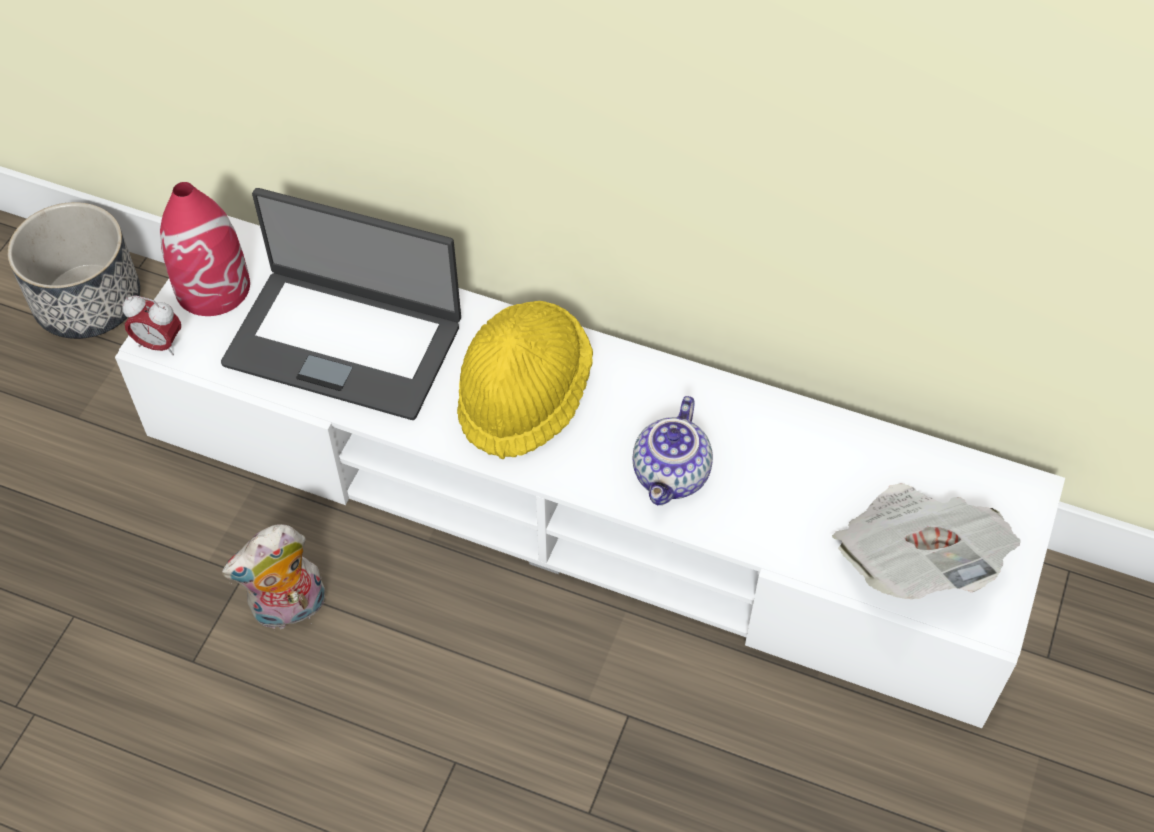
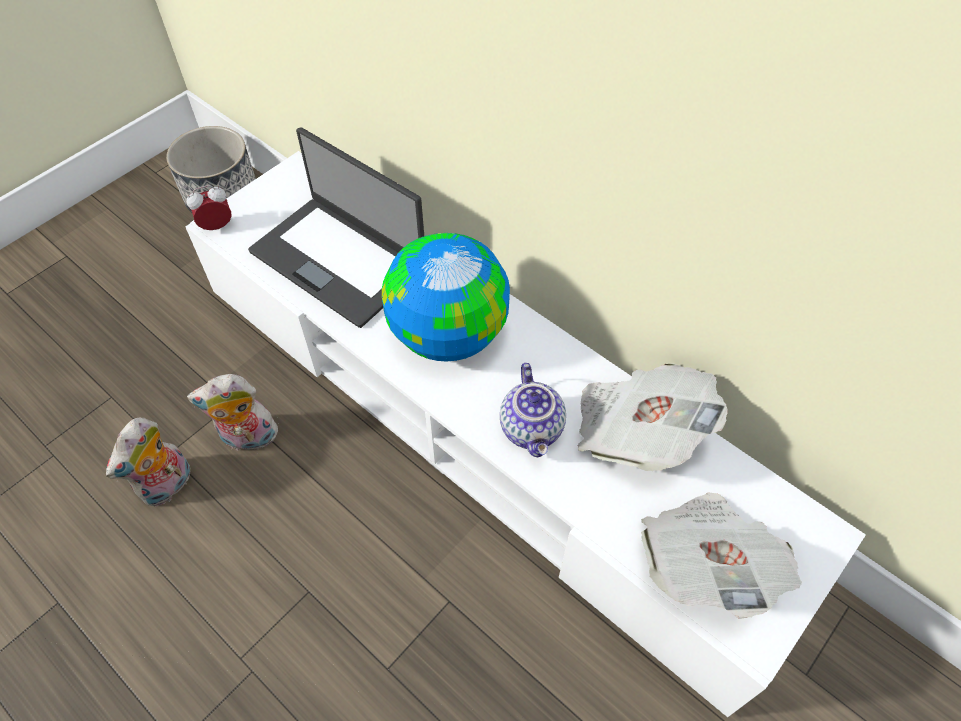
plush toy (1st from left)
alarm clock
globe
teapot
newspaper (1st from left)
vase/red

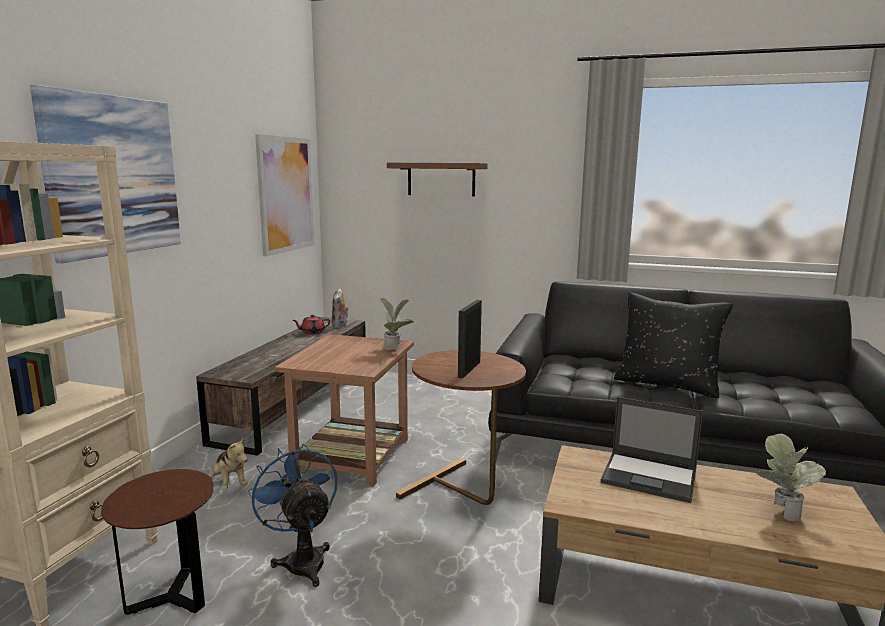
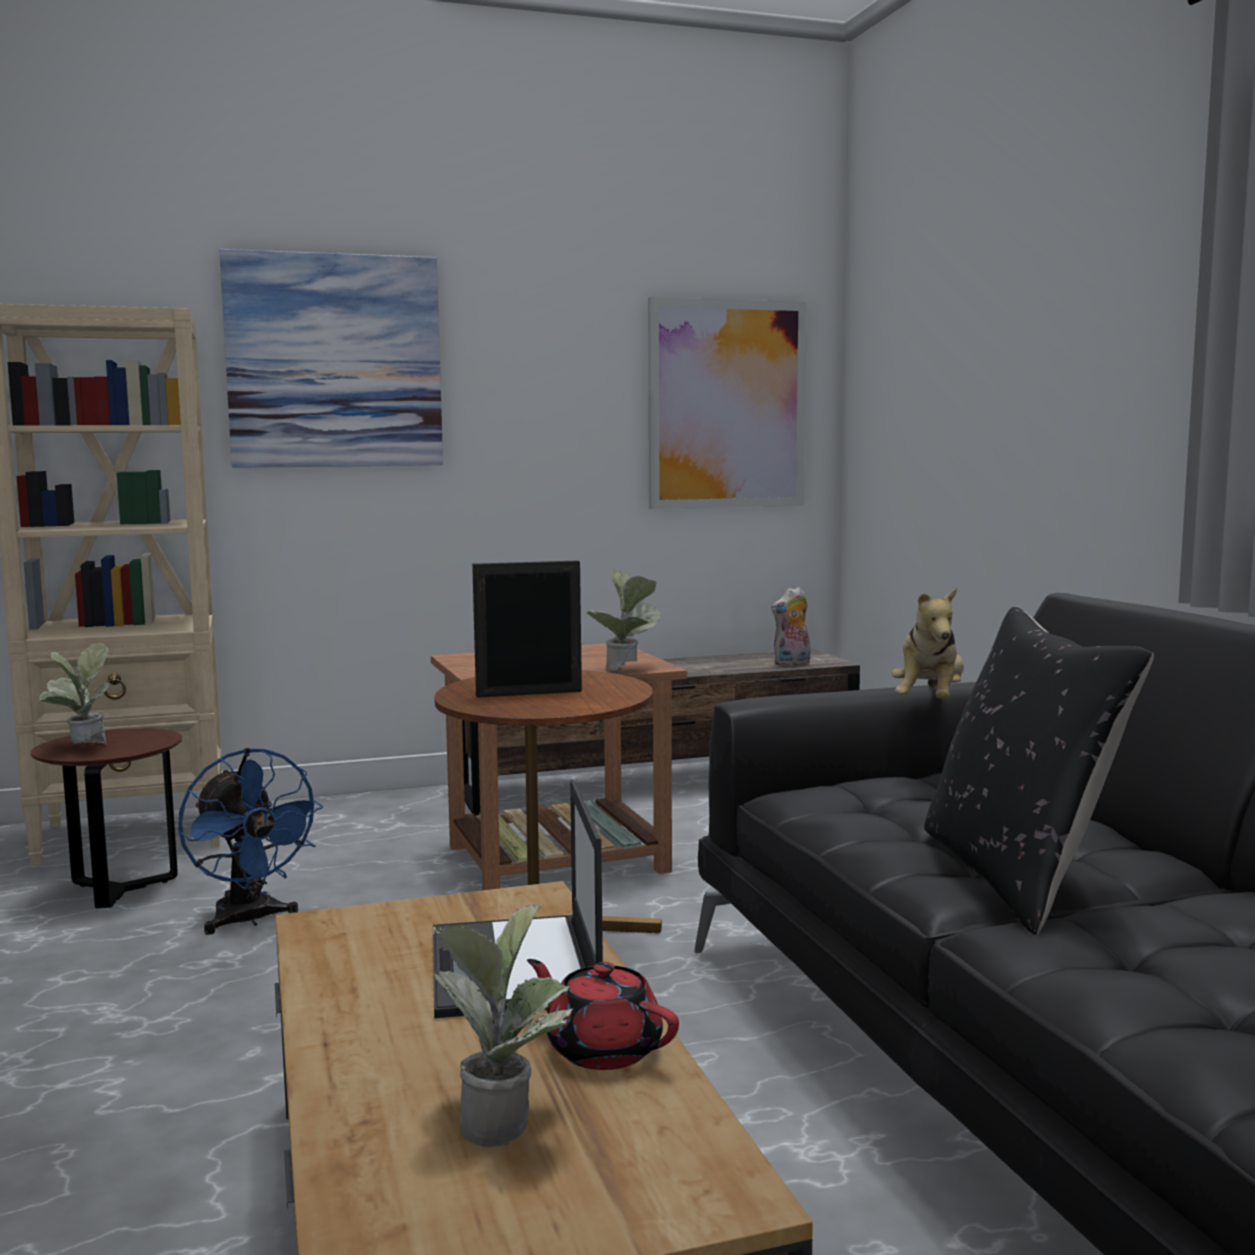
potted plant (1st from left)
fan/blue
teapot/red
plush toy (2nd from left)
shelf/brown

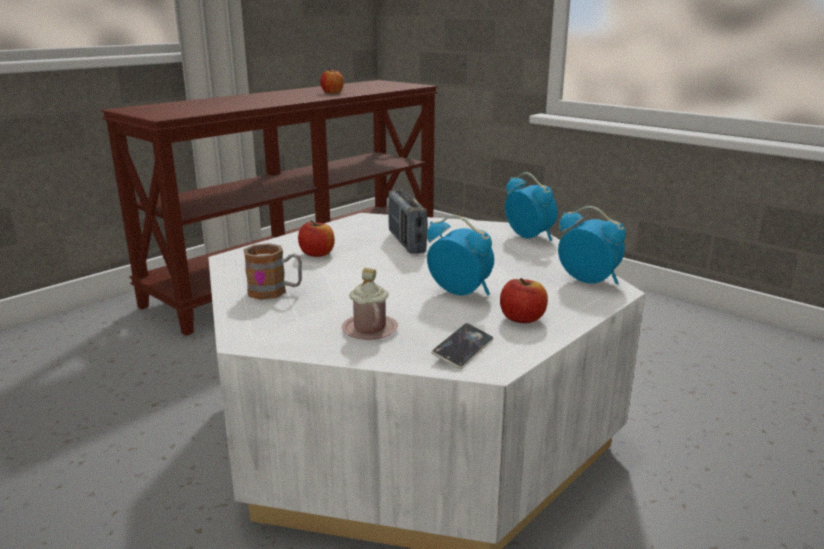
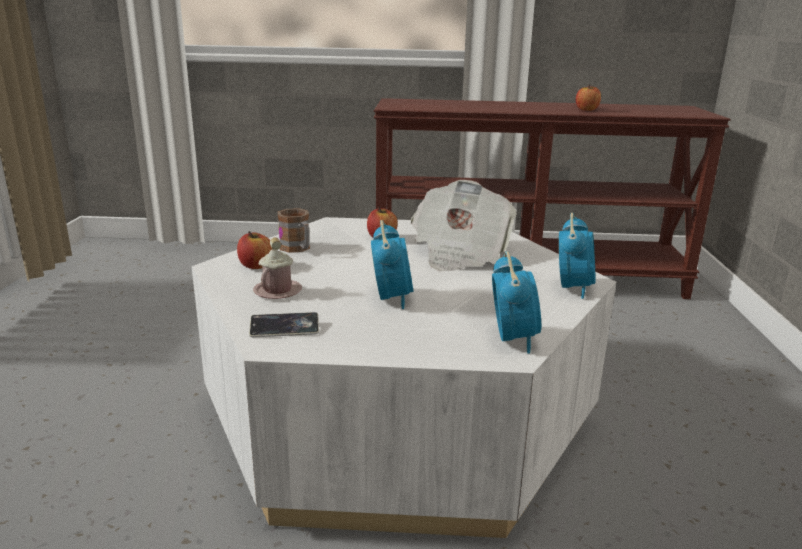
apple (1st from left)
newspaper

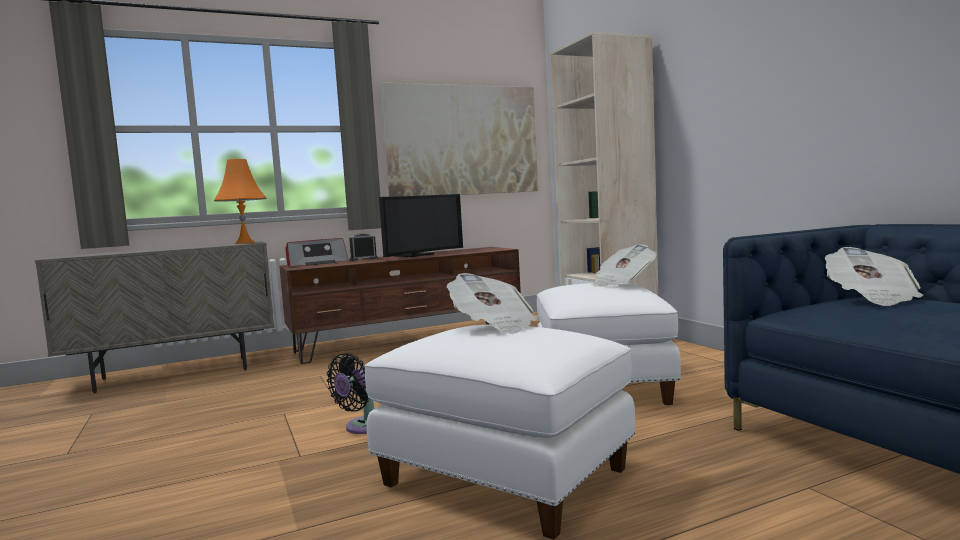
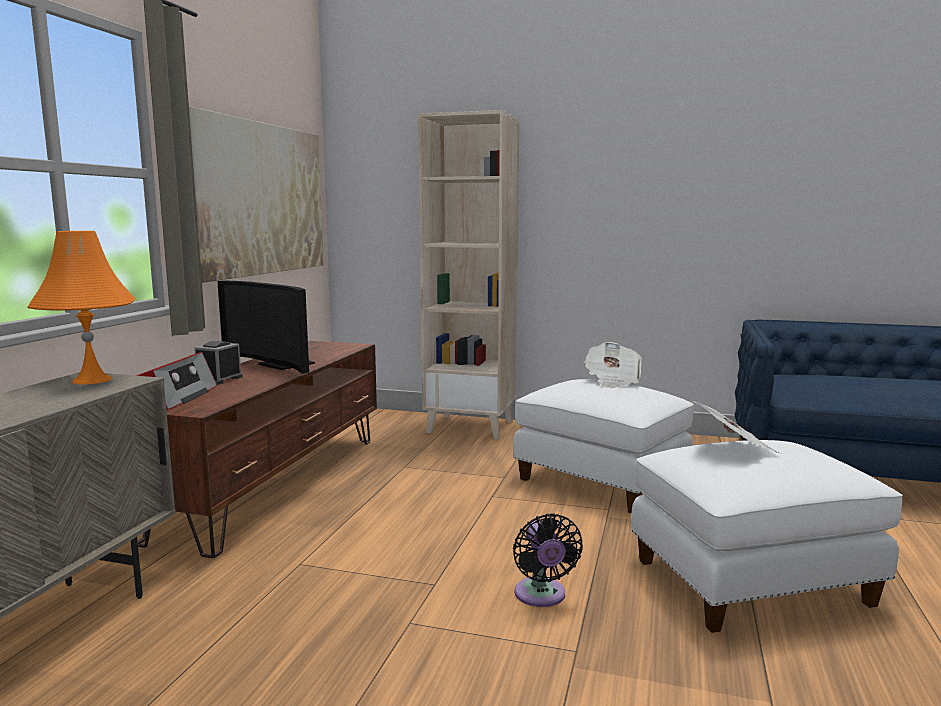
television
newspaper (3rd from left in the first image)

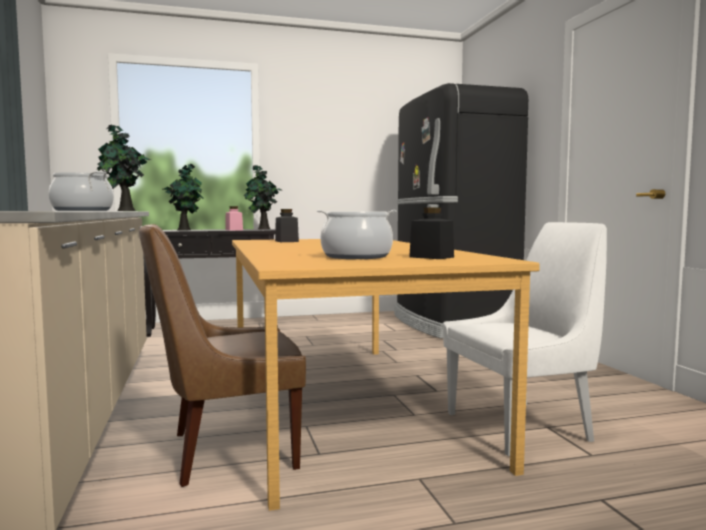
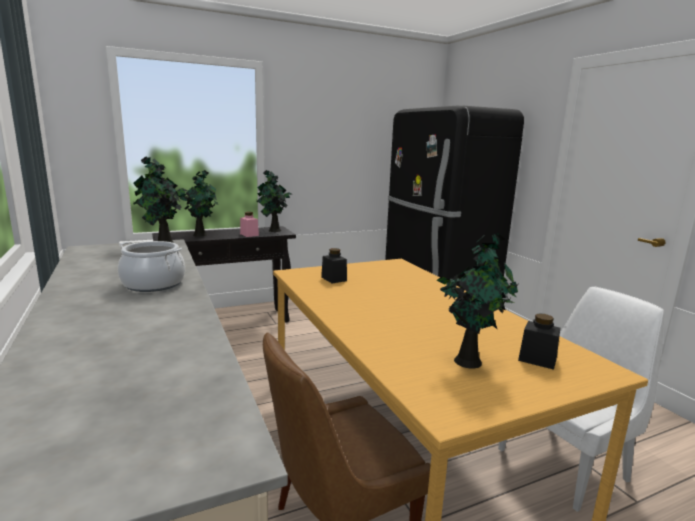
potted plant (4th from left)

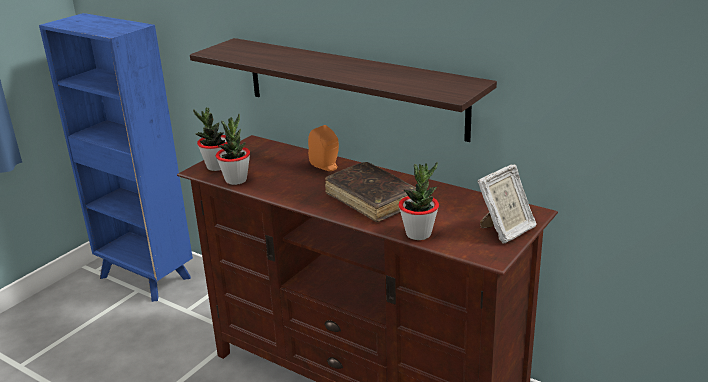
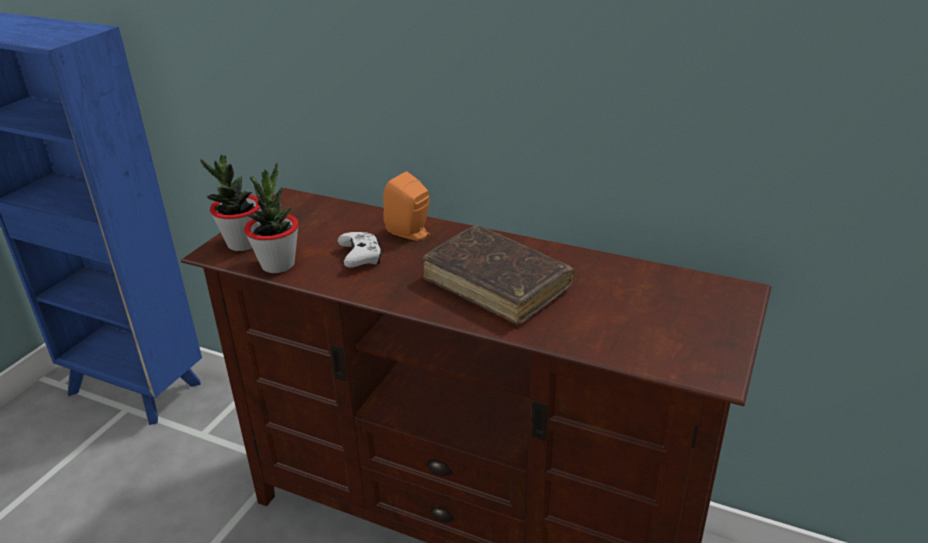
game controller/white
shelf
potted plant (3rd from left in the first image)
picture frame

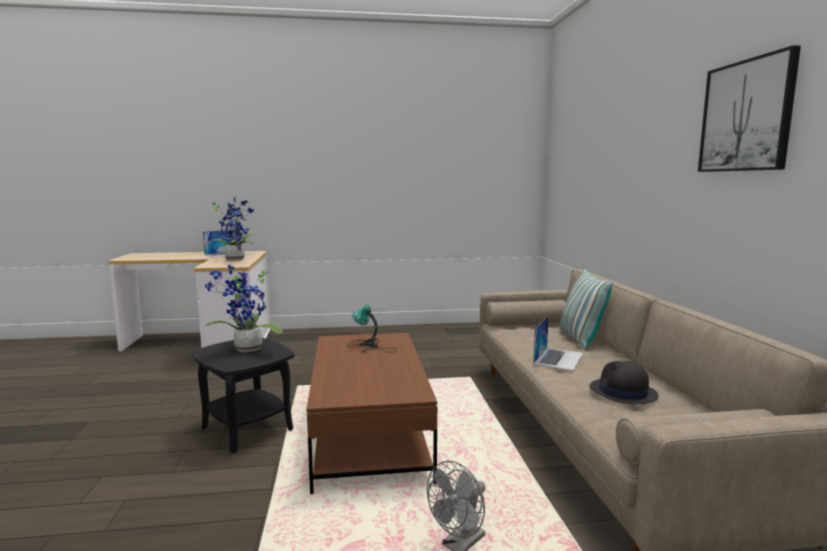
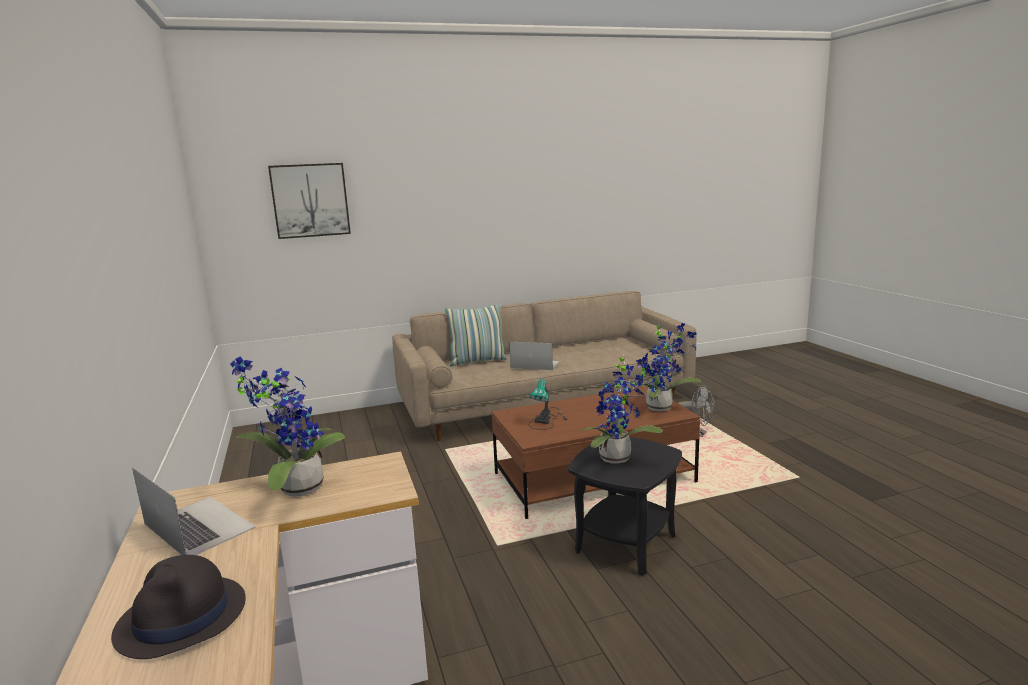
hat/black
picture
potted plant (3rd from left)

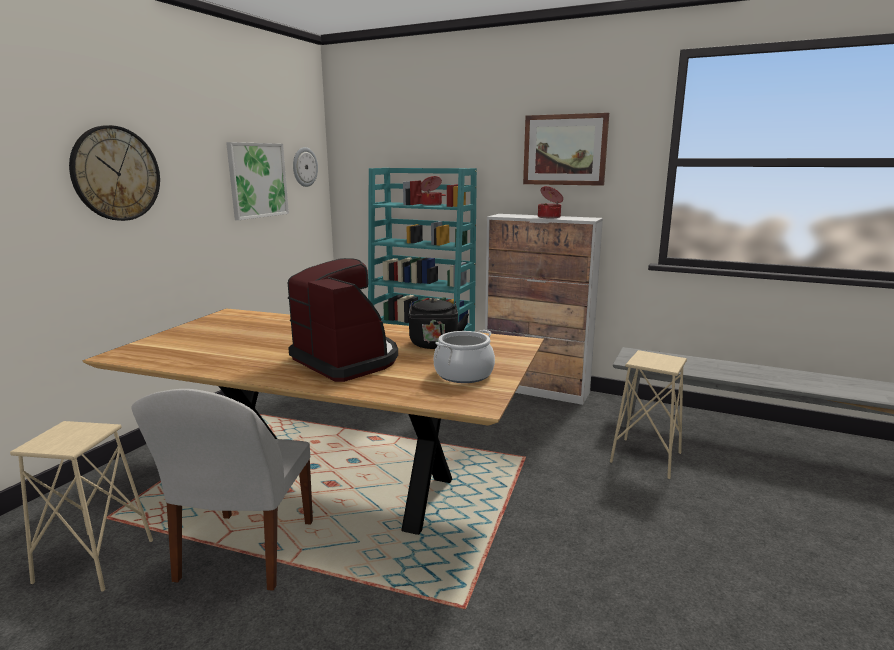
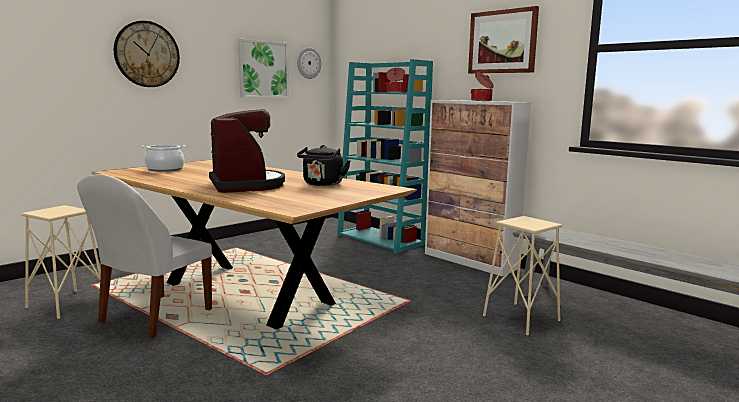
cooking pot (1st from left)

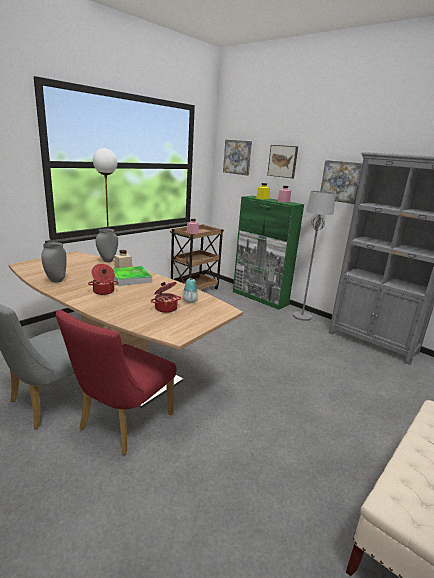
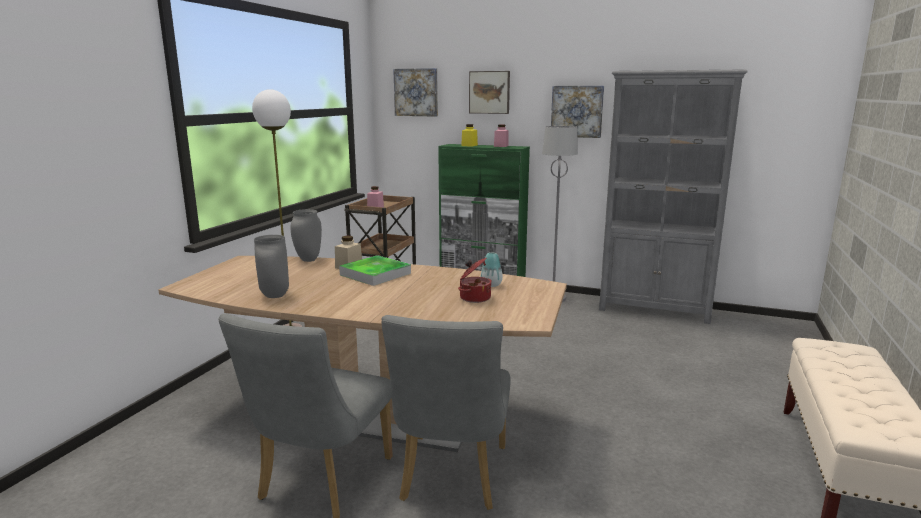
chair/grey (2nd from left)
cooking pot (1st from left in the first image)

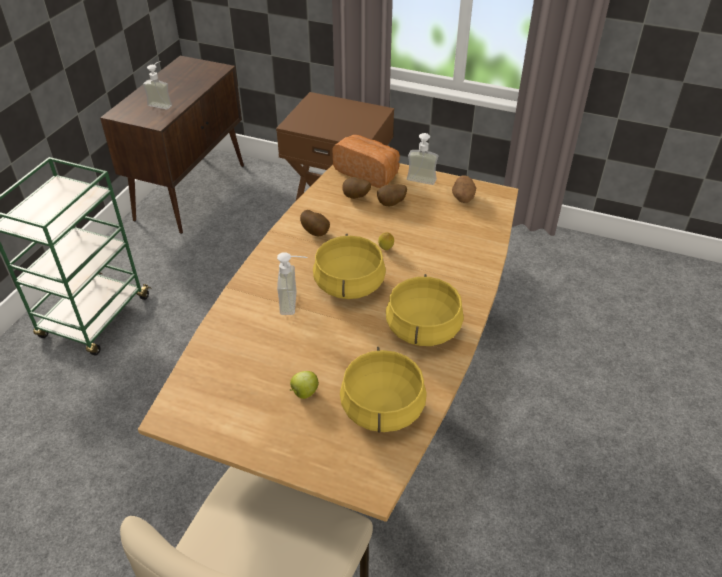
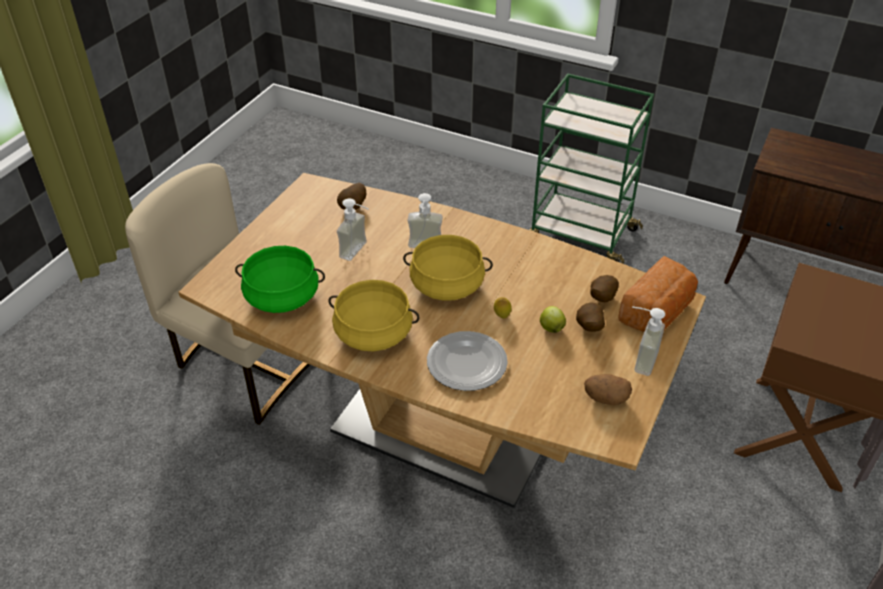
cooking pot/green
potato (1st from left)
soap dispenser (1st from left)
plate
apple

